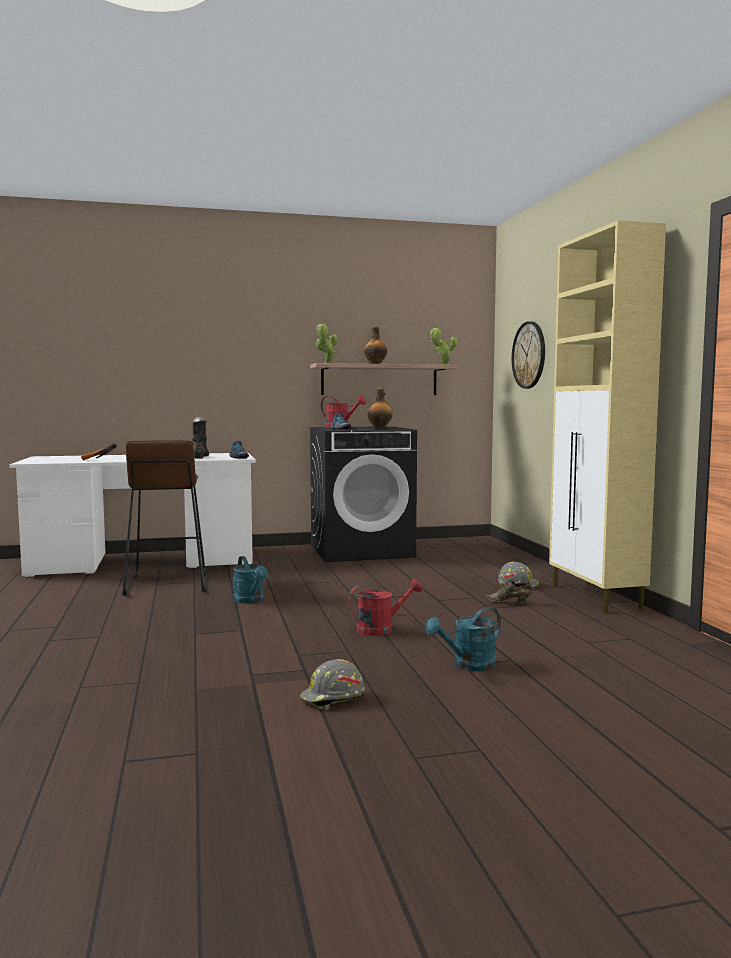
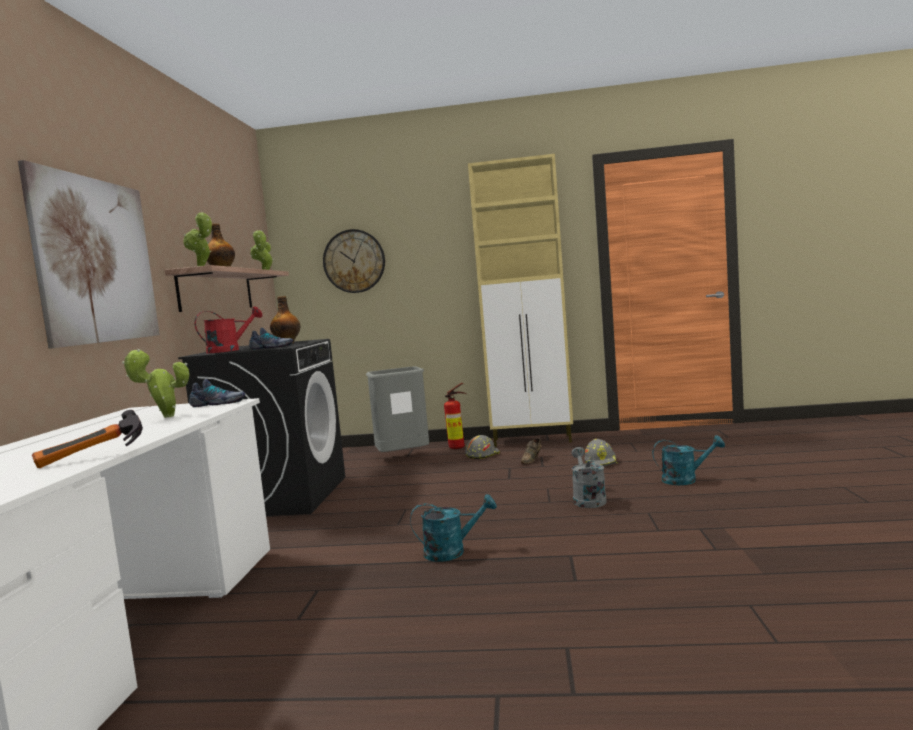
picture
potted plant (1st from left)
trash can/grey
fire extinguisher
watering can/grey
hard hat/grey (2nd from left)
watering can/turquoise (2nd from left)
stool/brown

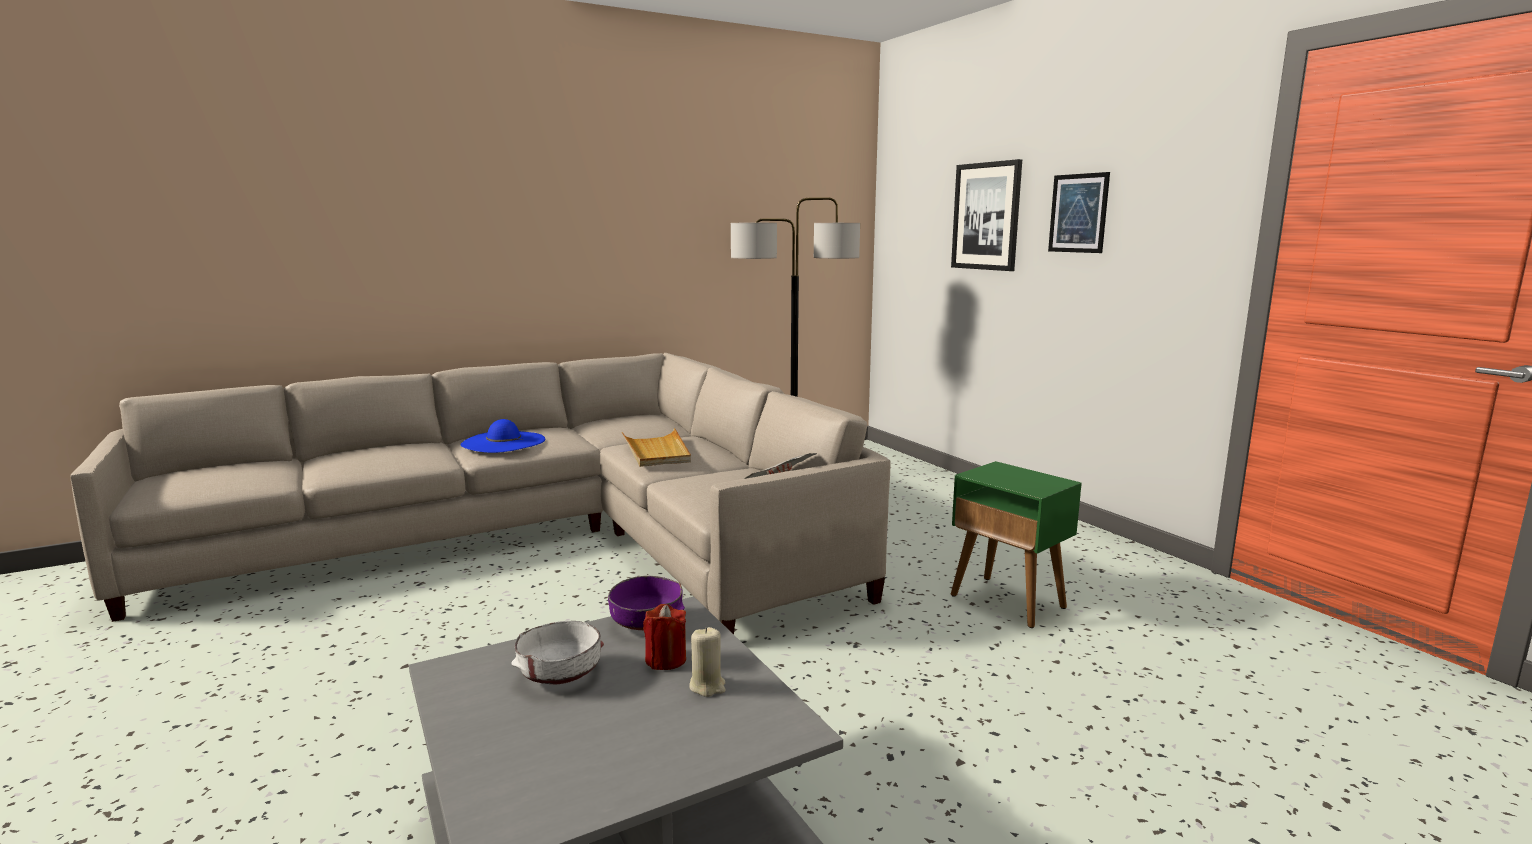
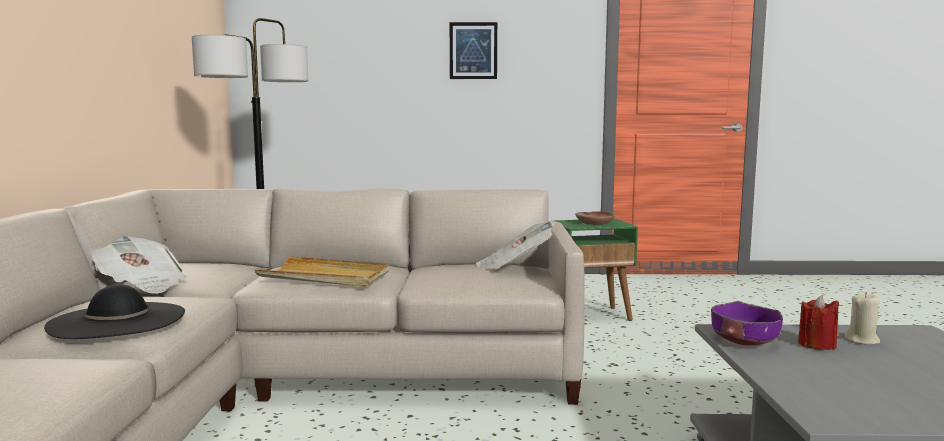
hat/black
newspaper (1st from left)
bowl/brown
bowl/white
picture (1st from left in the first image)

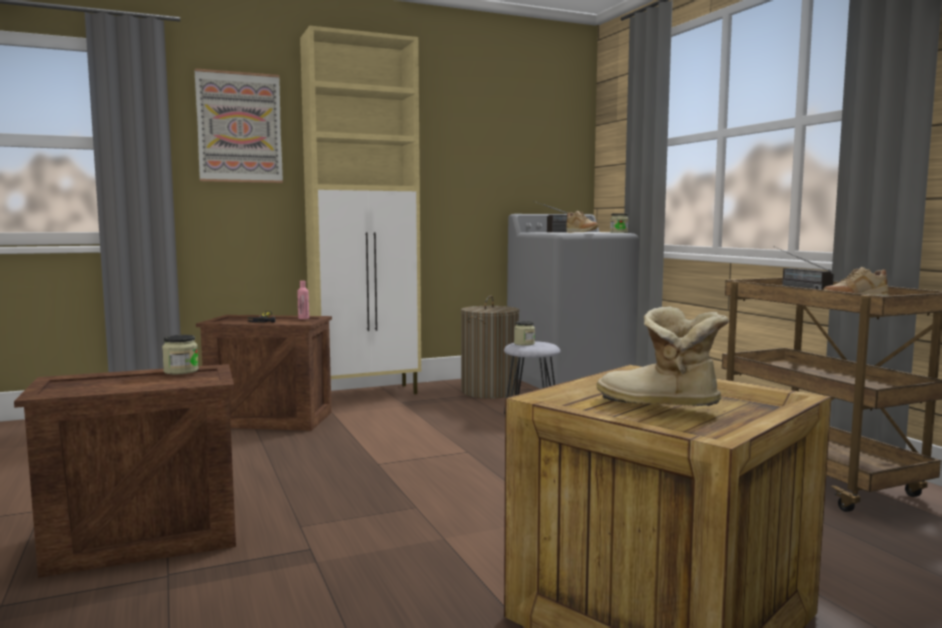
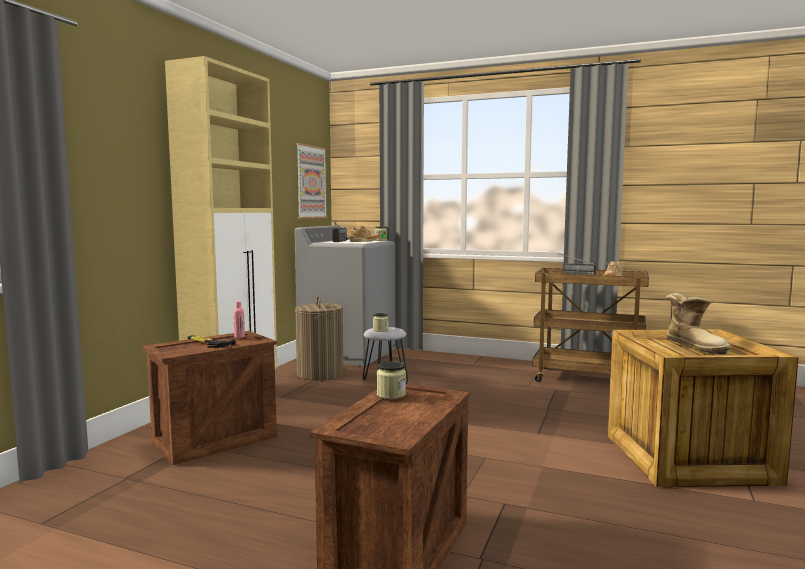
picture
boot

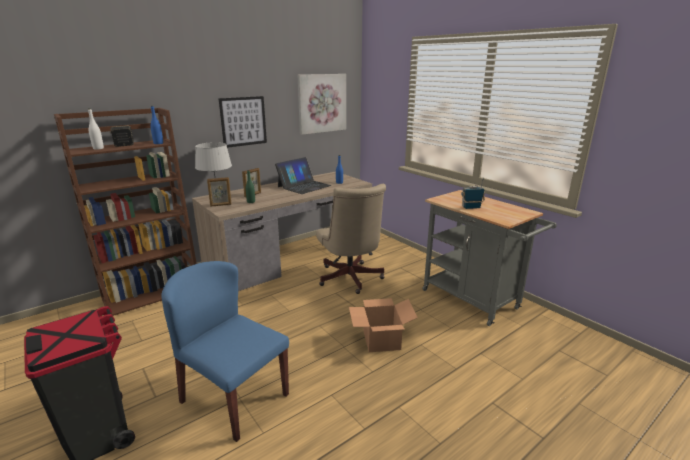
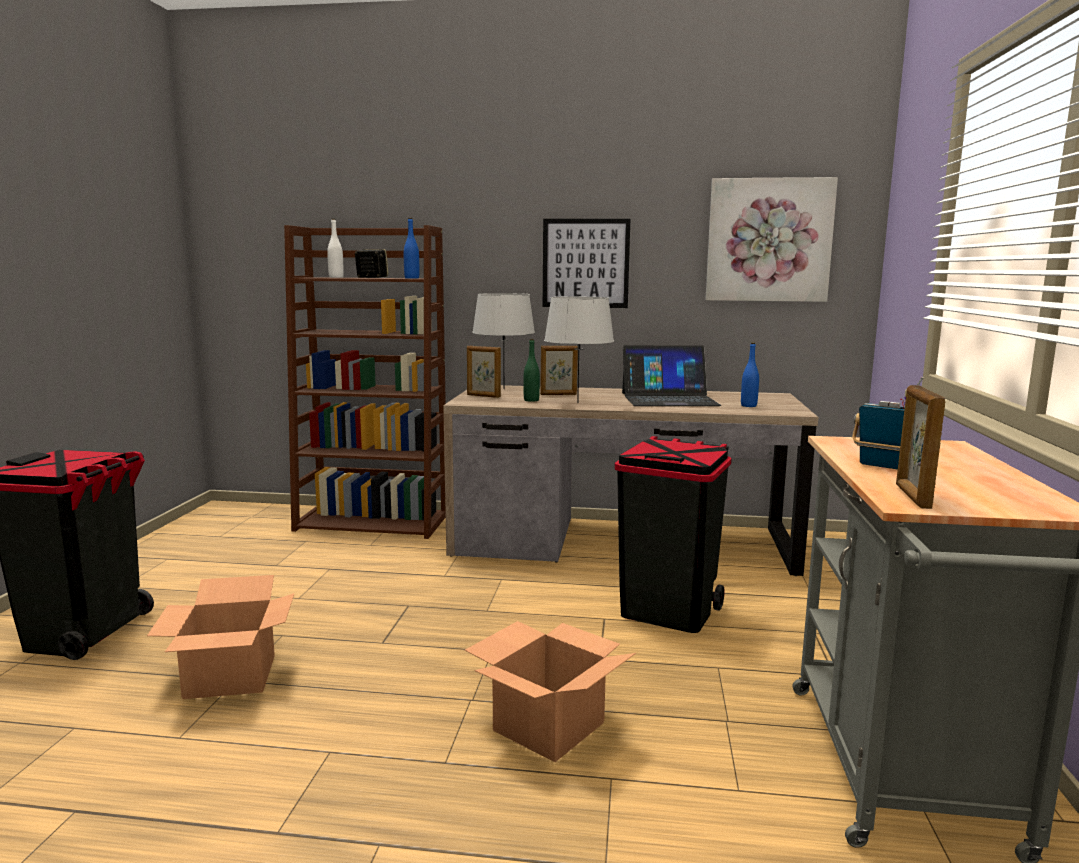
cardboard box (1st from left)
table lamp/grey (2nd from left)
trash can/black (2nd from left)
picture frame (3rd from left)

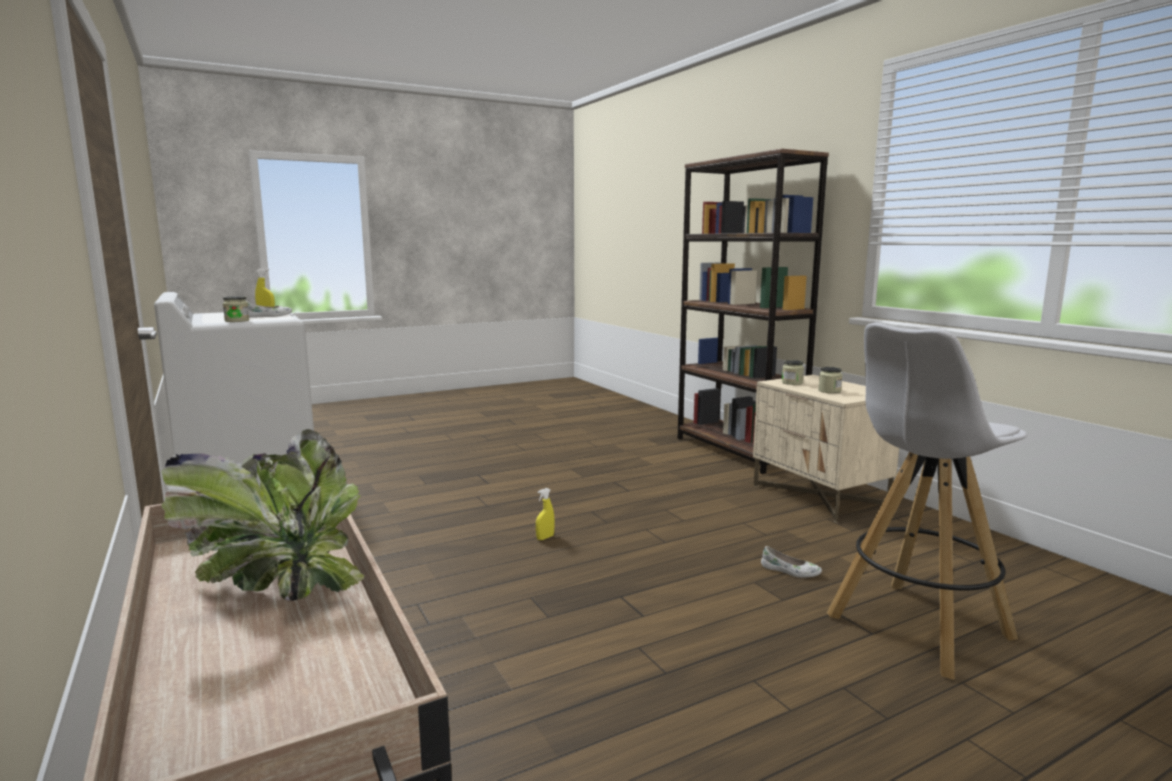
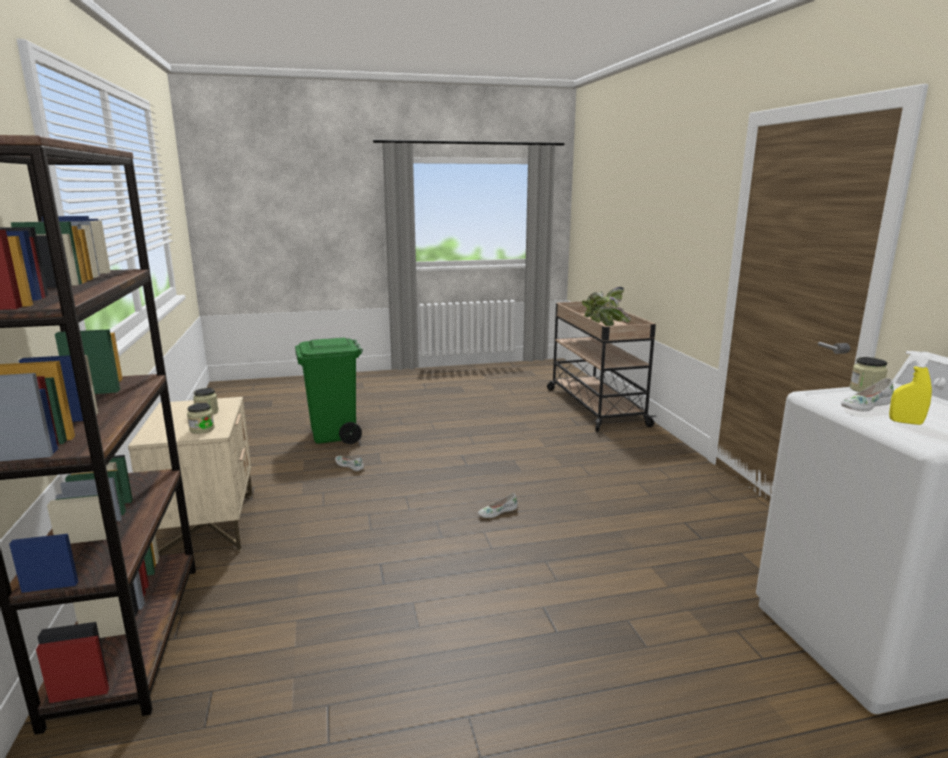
trash can/green
shoe/white (2nd from left)

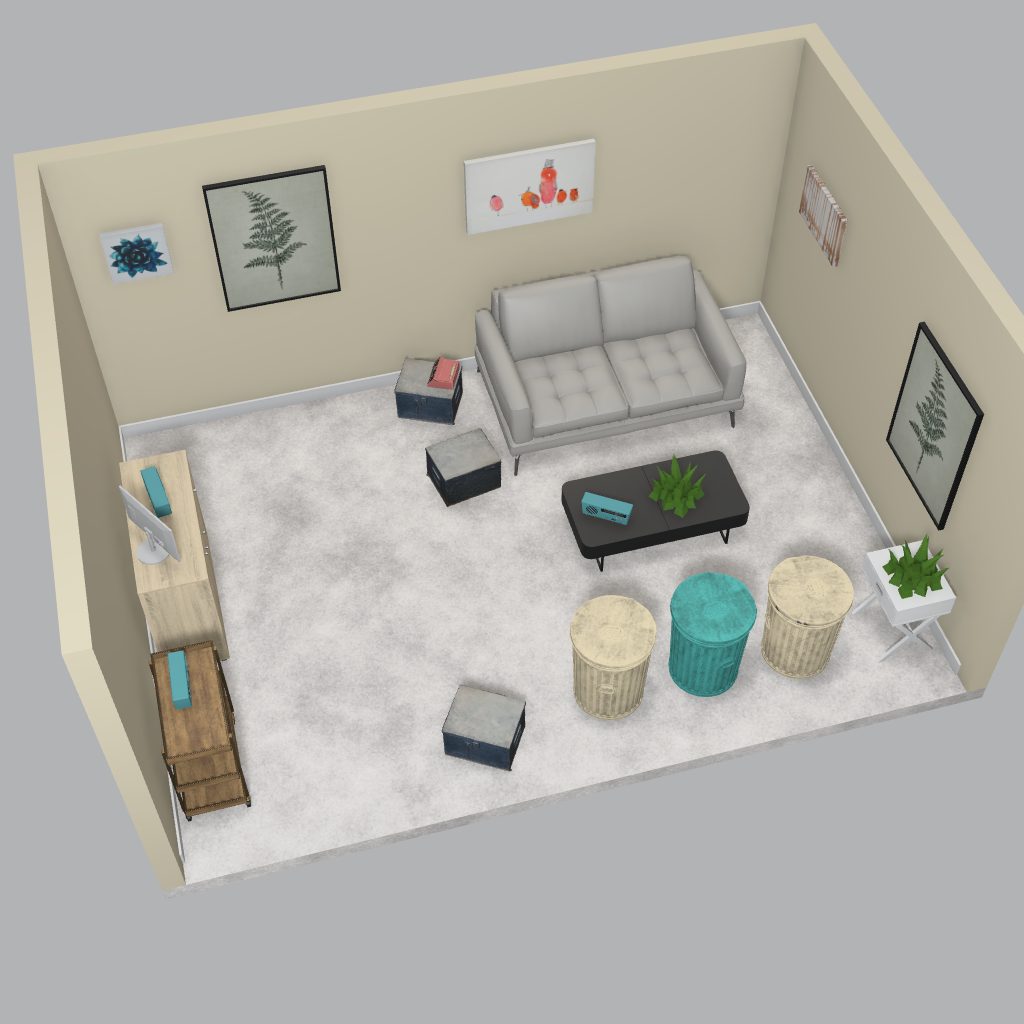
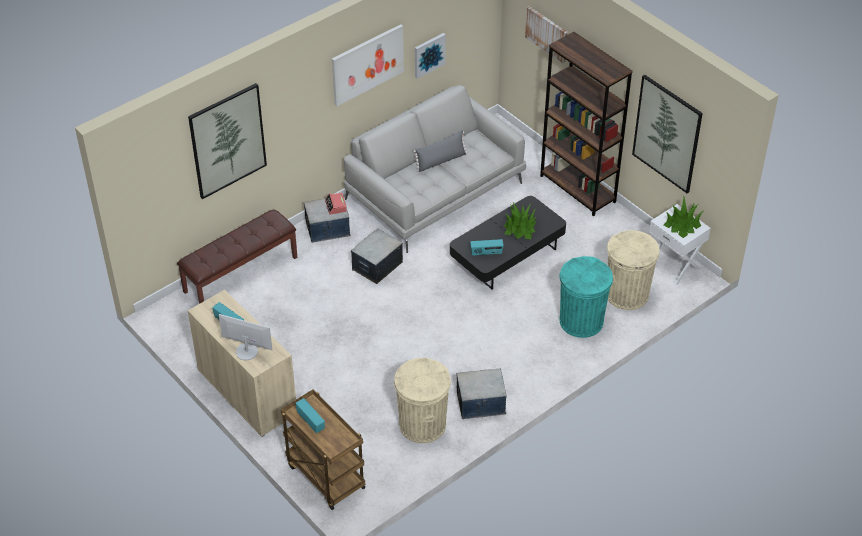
bench/brown
trash can/beige (1st from left)
pillow/grey
picture (3rd from left)
bookcase/brown

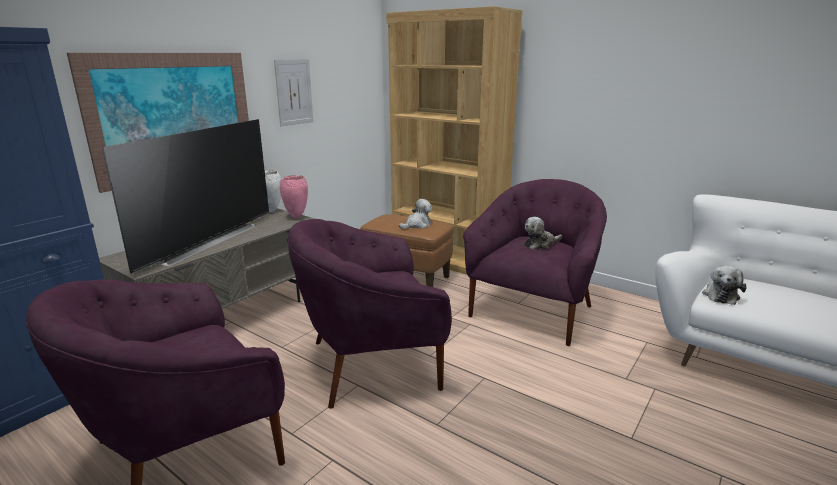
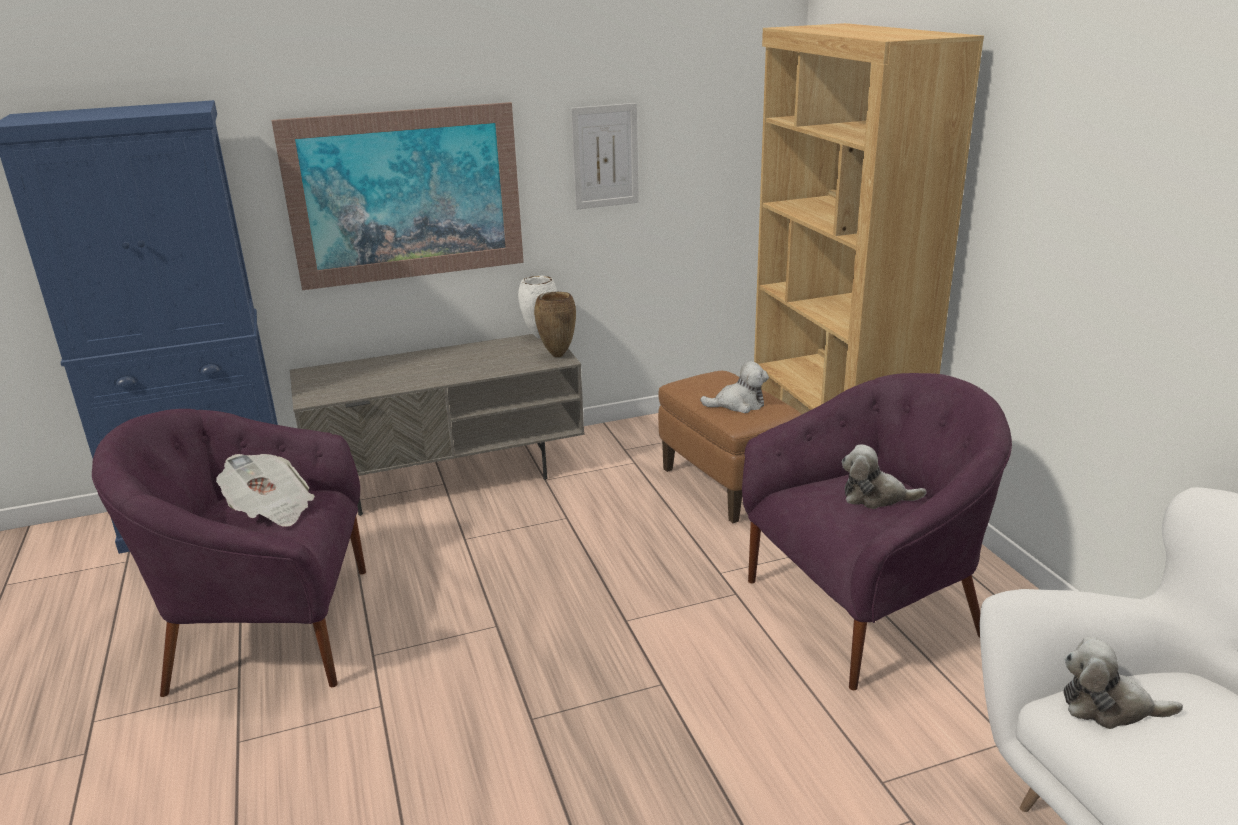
newspaper
vase/brown
plush toy (3rd from left)
television
armchair/purple (2nd from left in the first image)

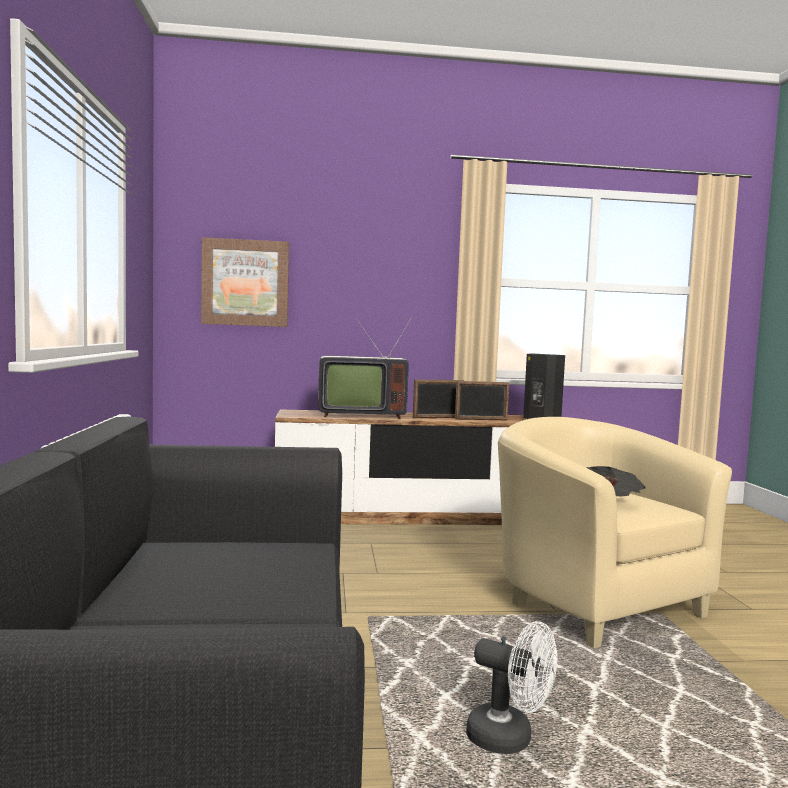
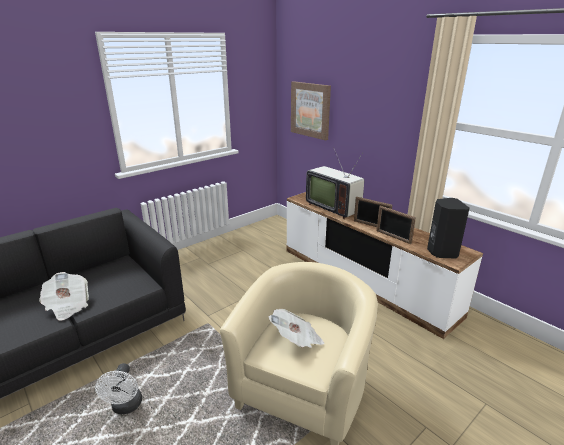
newspaper (1st from left)

